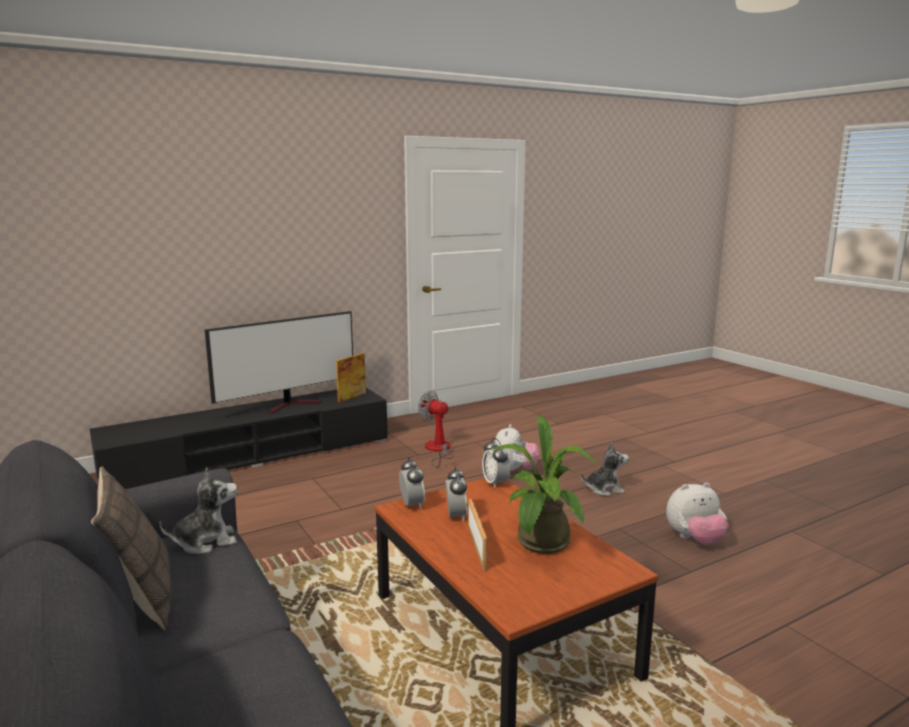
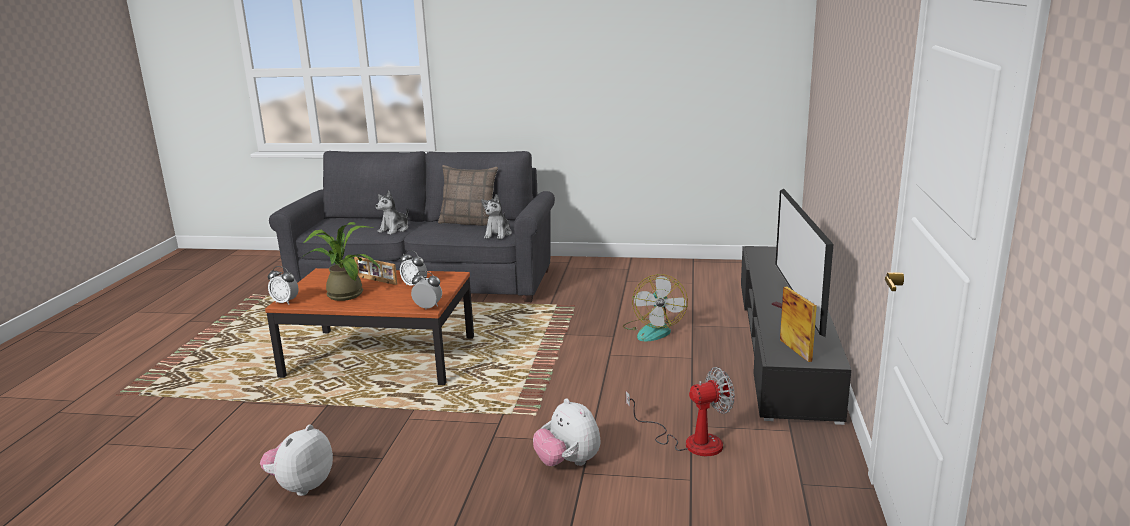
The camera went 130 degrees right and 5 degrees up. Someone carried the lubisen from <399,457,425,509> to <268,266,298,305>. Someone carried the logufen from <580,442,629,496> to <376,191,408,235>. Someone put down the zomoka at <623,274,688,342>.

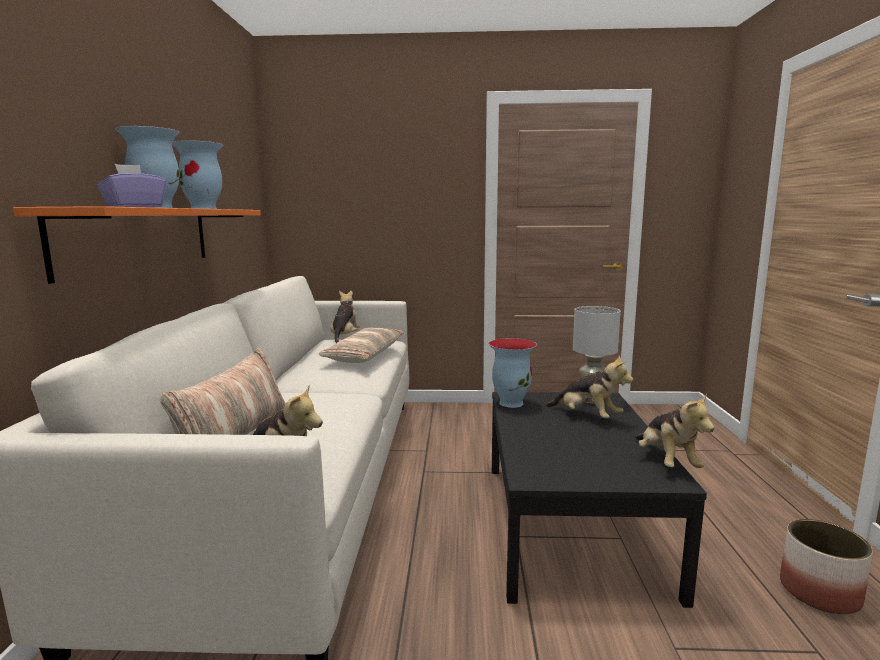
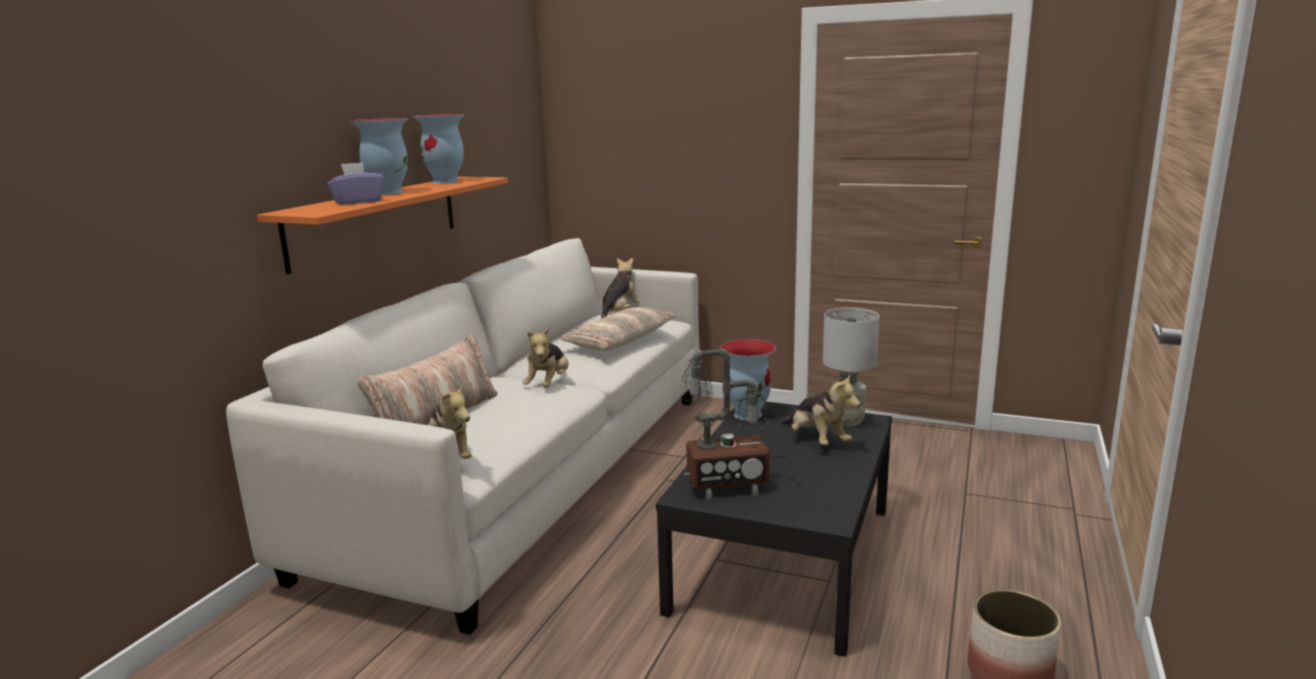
The camera went 20 degrees right and 5 degrees up. Someone carried the logufen from <635,394,714,468> to <522,327,569,388>. Someone put down the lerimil at <680,349,801,501>.

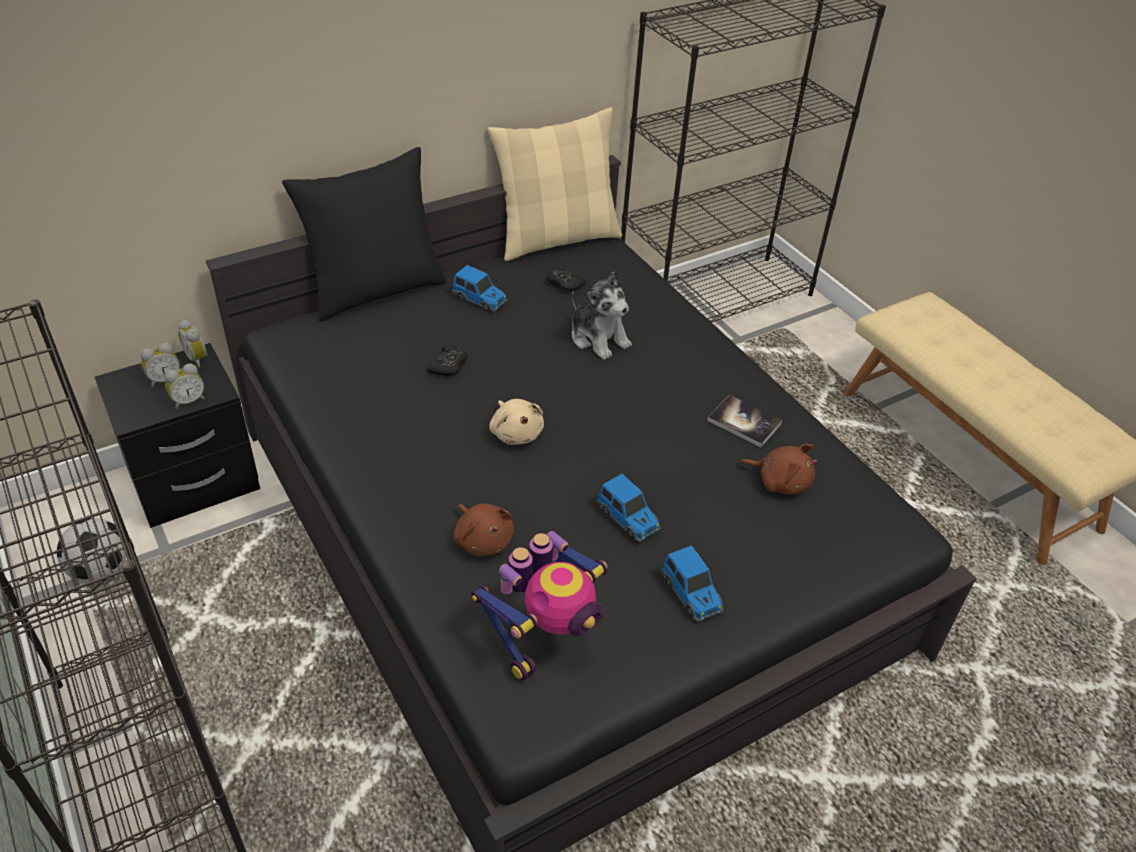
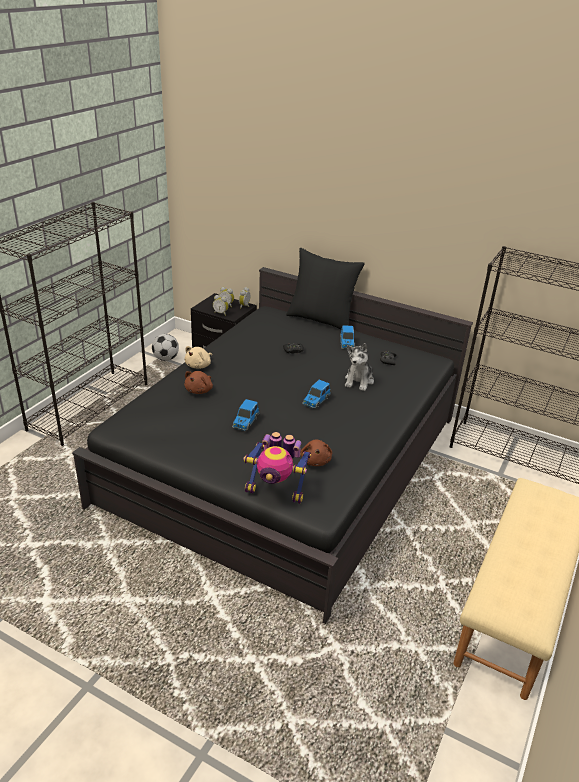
The camera went 60 degrees right and 10 degrees down. Someone carried the logufen (beige) from <489,399,544,445> to <185,346,212,369>. Someone carried the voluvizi from <471,531,607,681> to <243,432,311,503>. Someone carried the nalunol from <661,545,723,622> to <302,380,331,409>. Someone took away the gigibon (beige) at <487,107,622,261>. Someone took away the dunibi at <707,395,782,448>.

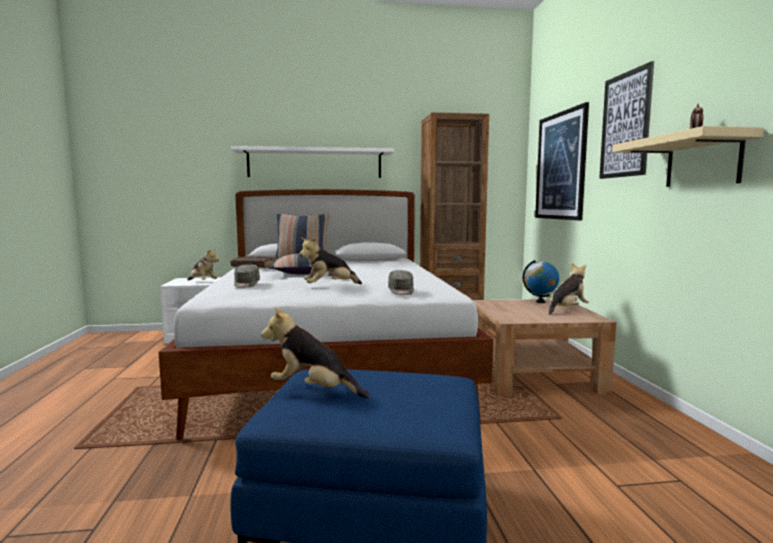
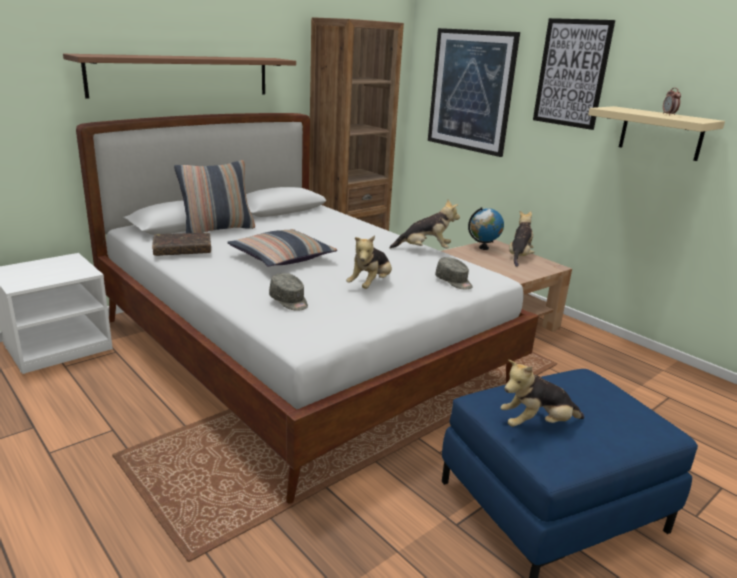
The camera went 35 degrees left and 15 degrees up. Someone repainted the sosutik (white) at <231,146,395,178>, which became the sosutik (brown) at <63,54,296,99>. Someone carried the logufen from <187,249,219,280> to <389,199,460,248>.

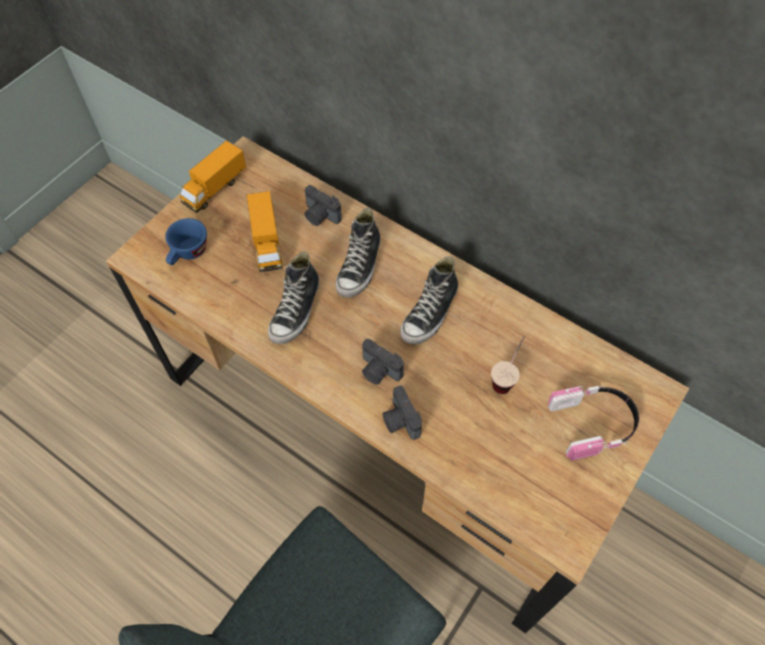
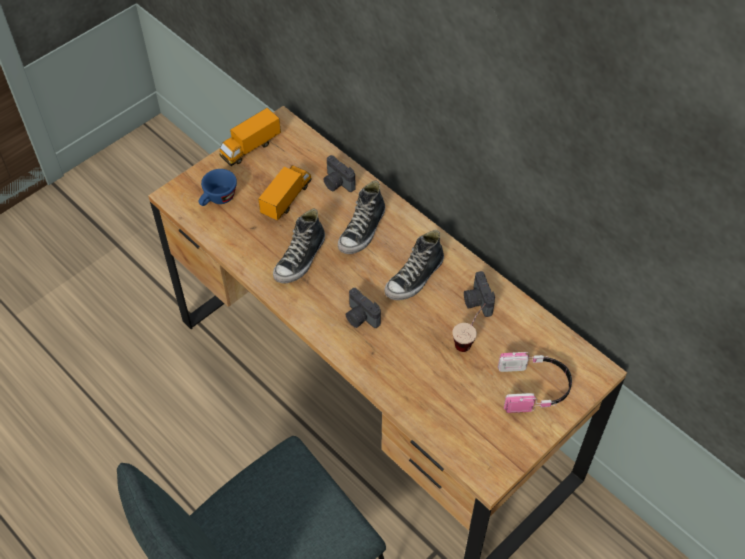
The camera went 10 degrees right and 5 degrees down. Someone rotated the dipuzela at <246,191,283,272> by 150 degrees counterclockwise. Someone carried the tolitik from <382,385,422,440> to <464,271,495,317>.

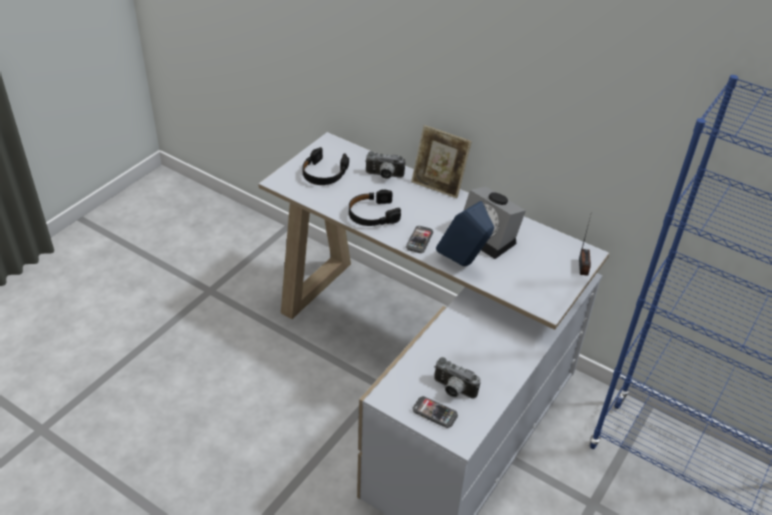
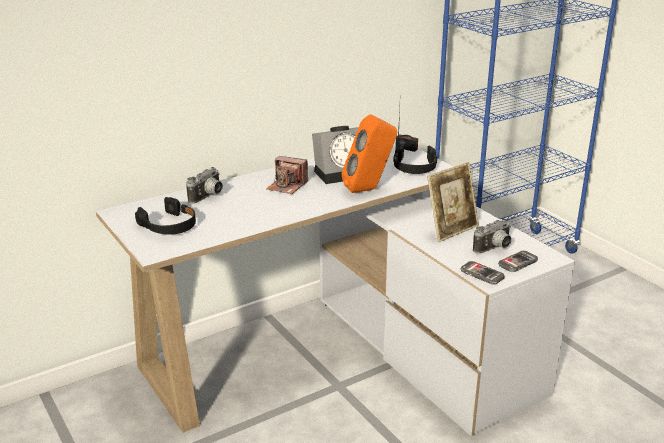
The camera went 65 degrees left and 15 degrees down. Someone put down the tolitik at <266,156,308,194>. Someone repainted the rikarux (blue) at <436,201,494,266>, which became the rikarux (orange) at <342,114,397,193>. Someone carried the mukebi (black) from <349,189,401,226> to <393,144,437,174>. Someone carried the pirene from <411,125,472,198> to <427,162,479,242>. Someone carried the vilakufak from <406,226,433,253> to <461,261,505,284>.

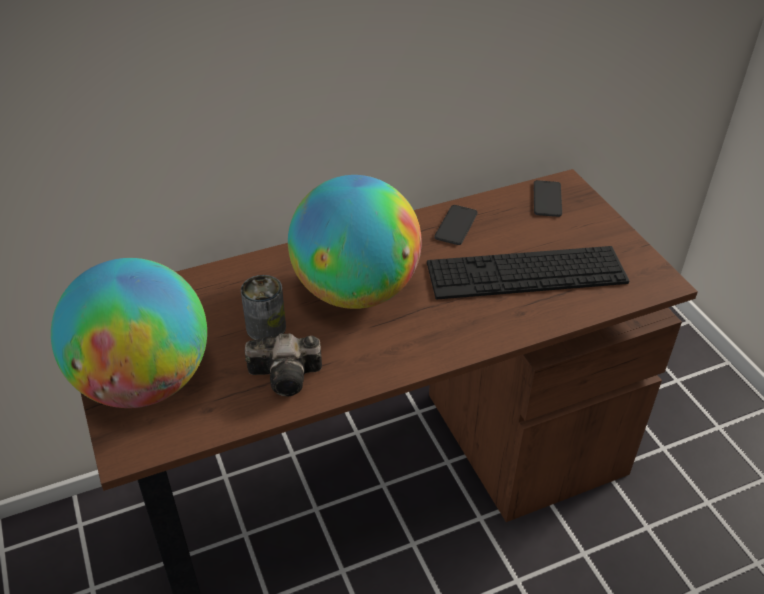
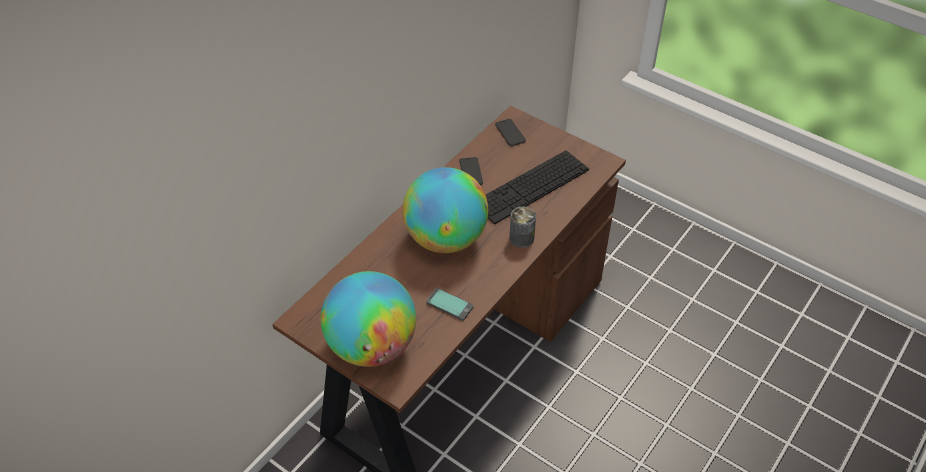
The camera went 30 degrees left and 5 degrees up. Someone swapped the tolitik at <245,333,322,396> for the vilakufak at <426,288,473,321>. Someone carried the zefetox from <241,275,286,340> to <509,207,536,248>.

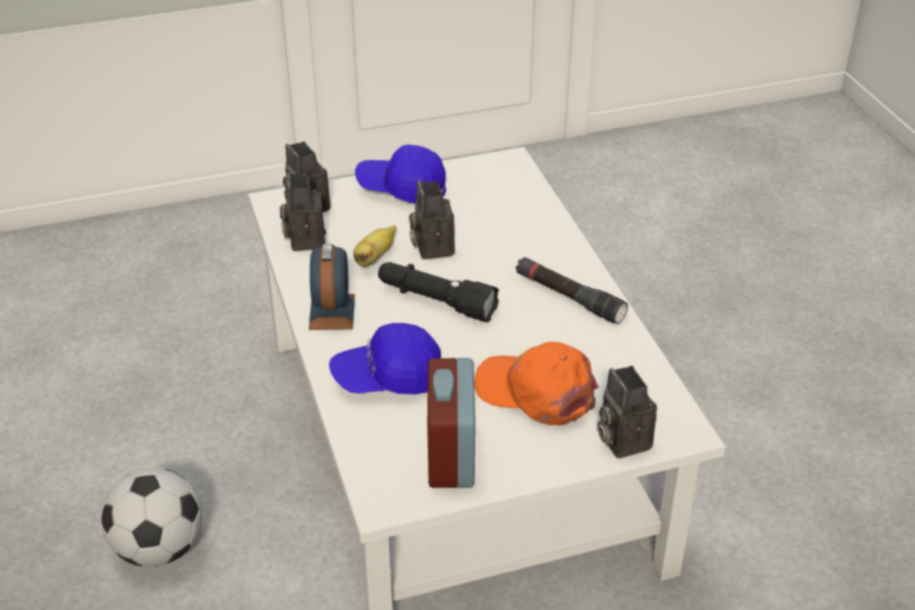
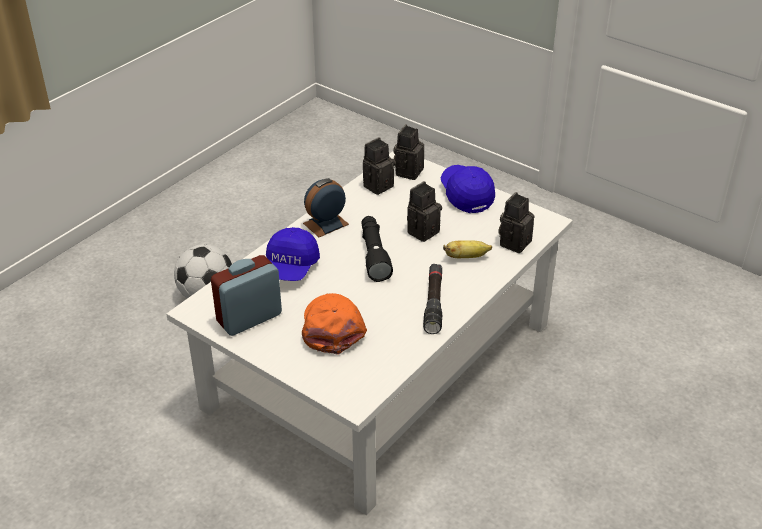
The camera went 55 degrees right and 0 degrees up. Someone rotated the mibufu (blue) at <329,323,441,394> by 120 degrees counterclockwise. Someone carried the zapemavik from <353,225,396,267> to <443,240,492,258>. Someone carried the tolitik from <597,366,657,458> to <498,192,534,253>.

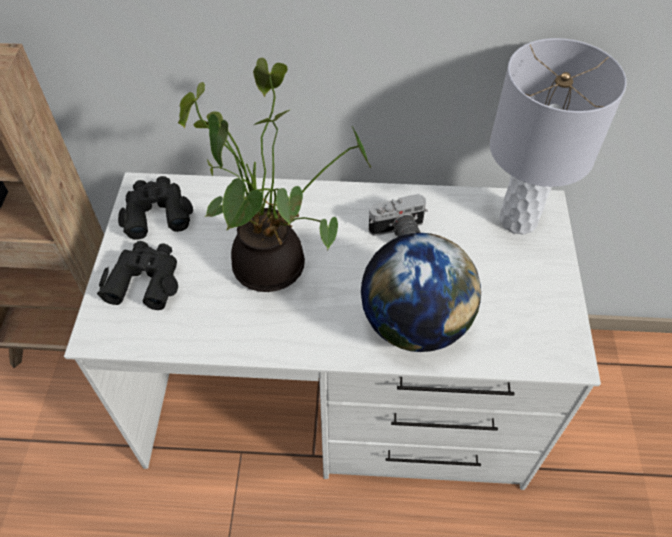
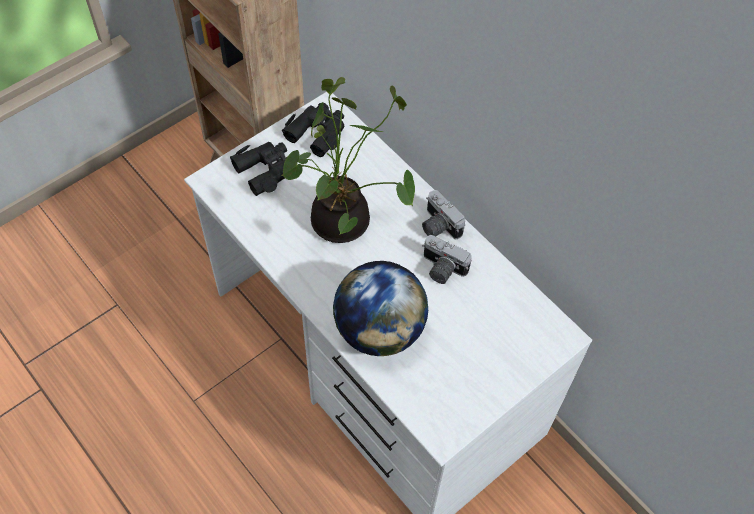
The camera went 45 degrees right and 5 degrees up. Someone put down the tolitik at <422,190,465,239>. Someone took away the lerimil (grey) at <490,38,627,235>.

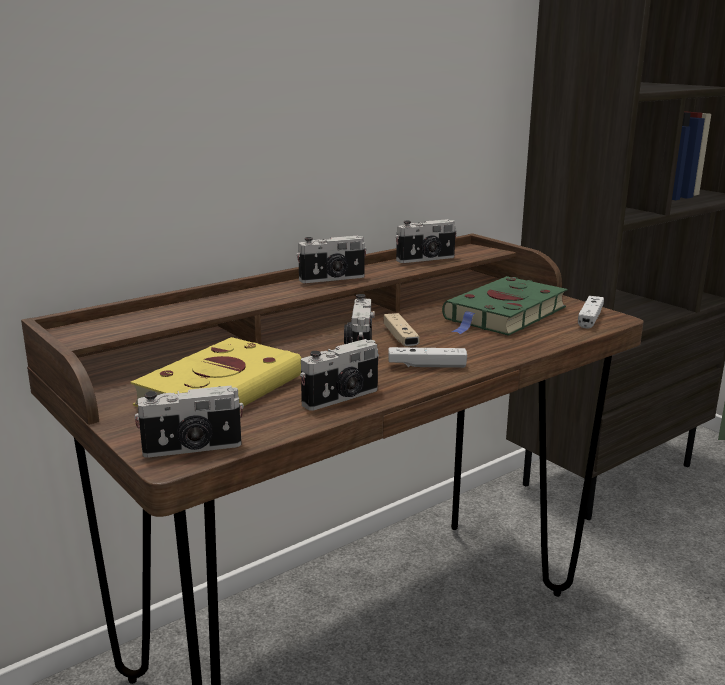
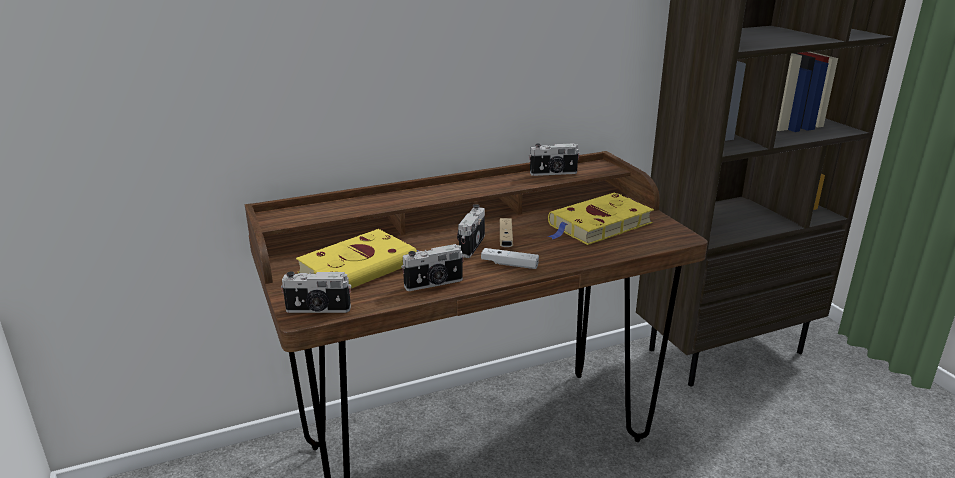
The camera went 15 degrees right and 5 degrees up. Someone repainted the dunibi (green) at <442,276,568,336>, which became the dunibi (yellow) at <547,192,654,245>. Someone took away the tolitik at <296,236,367,283>. Someone took away the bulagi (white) at <578,296,604,329>.

